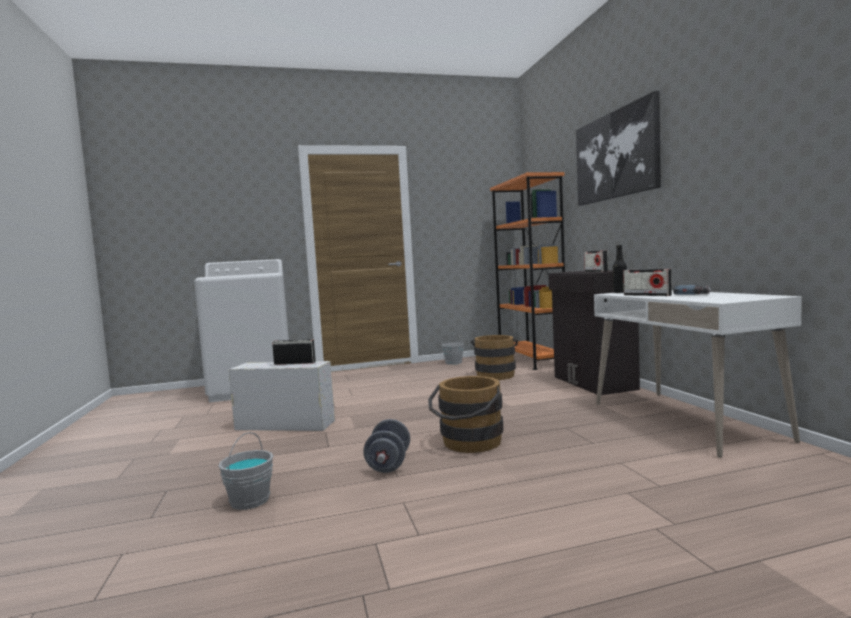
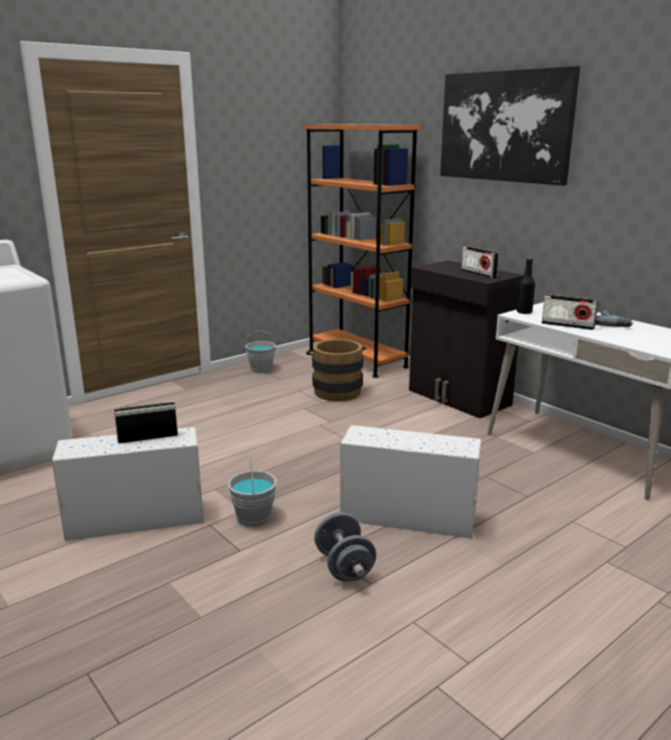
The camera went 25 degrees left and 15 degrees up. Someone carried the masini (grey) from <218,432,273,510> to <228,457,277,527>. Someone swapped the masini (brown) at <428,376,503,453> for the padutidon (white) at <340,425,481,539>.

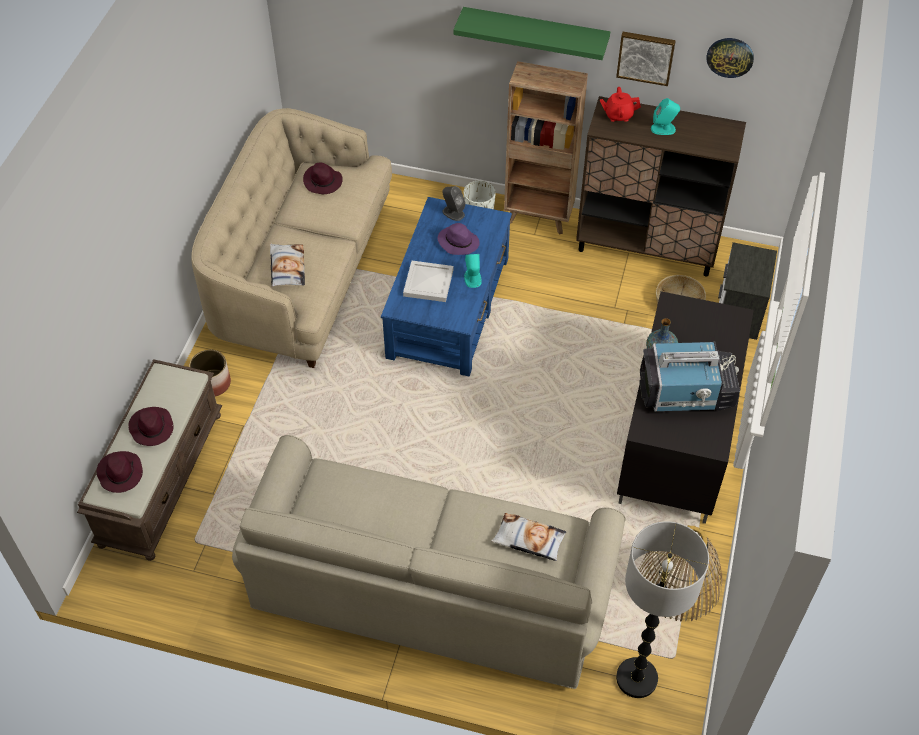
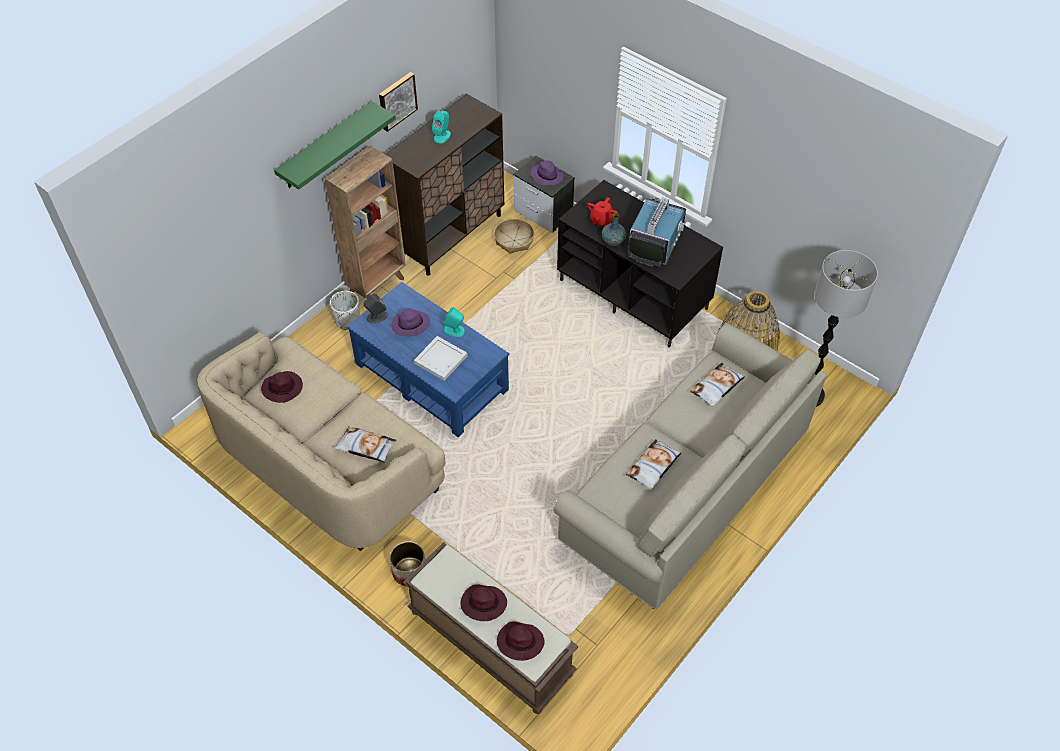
The camera went 65 degrees left and 0 degrees up. Someone put down the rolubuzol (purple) at <531,160,563,185>. Someone carried the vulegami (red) from <600,87,641,122> to <587,197,618,227>. Someone put down the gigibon at <626,439,682,490>. Someone took away the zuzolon at <706,38,754,78>.

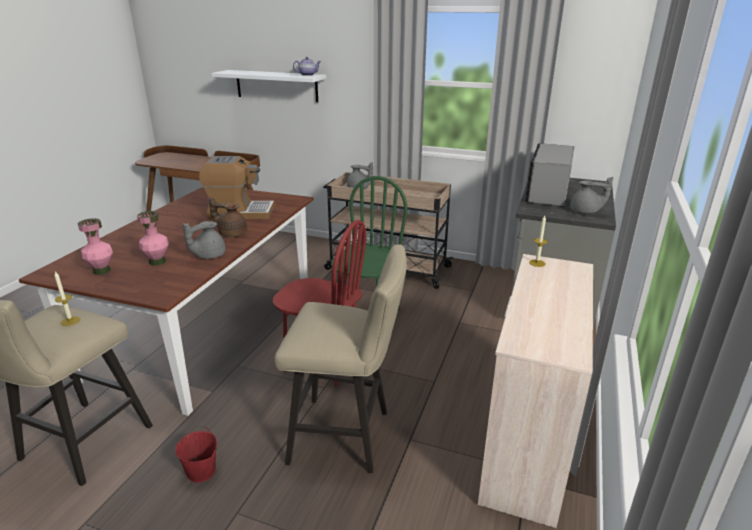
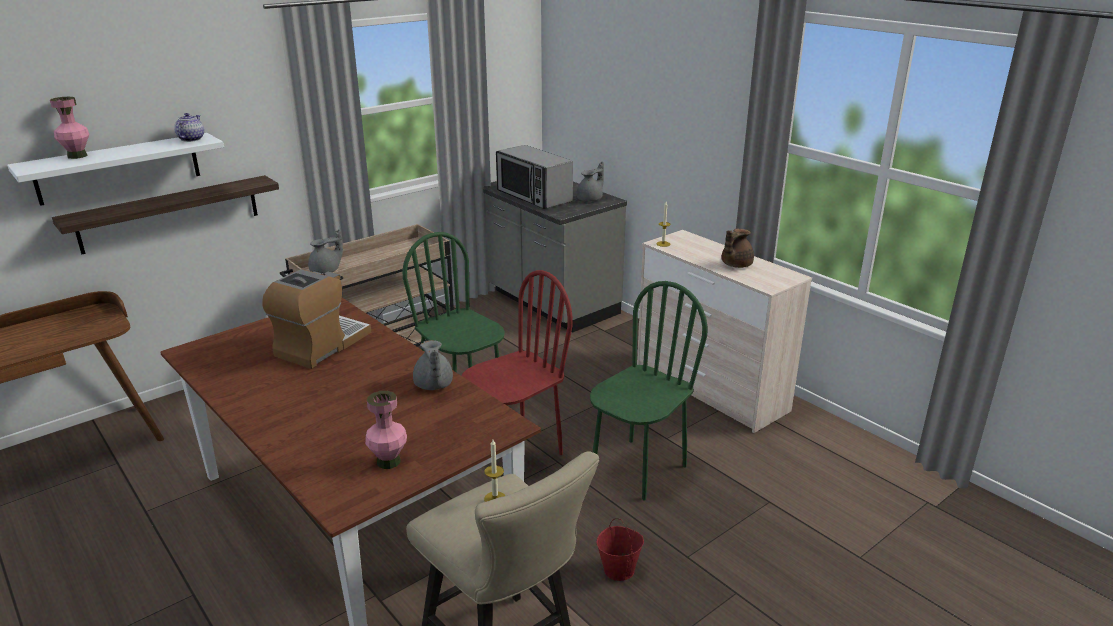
The camera went 60 degrees left and 0 degrees up. Someone carried the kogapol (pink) from <137,211,169,266> to <50,97,90,159>. Someone put up the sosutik at <52,175,279,254>. Someone swapped the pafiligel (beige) at <274,244,407,473> for the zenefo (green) at <590,281,708,500>. Someone carried the vulegami (brown) from <209,197,247,237> to <721,229,754,268>.

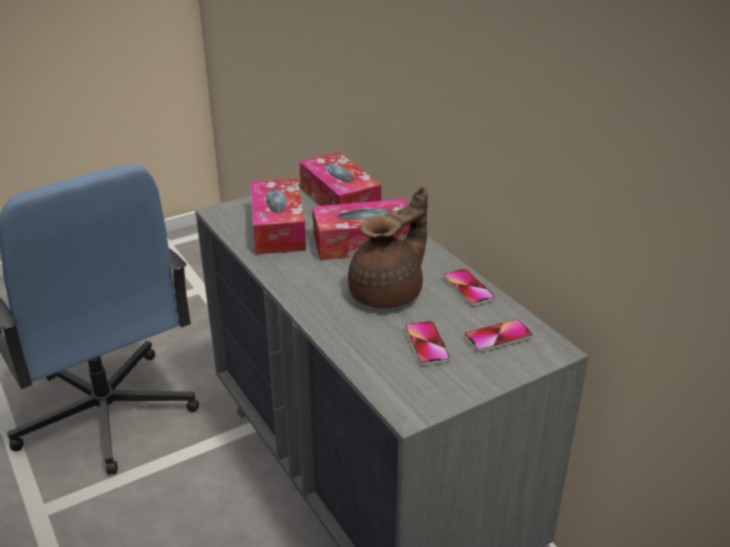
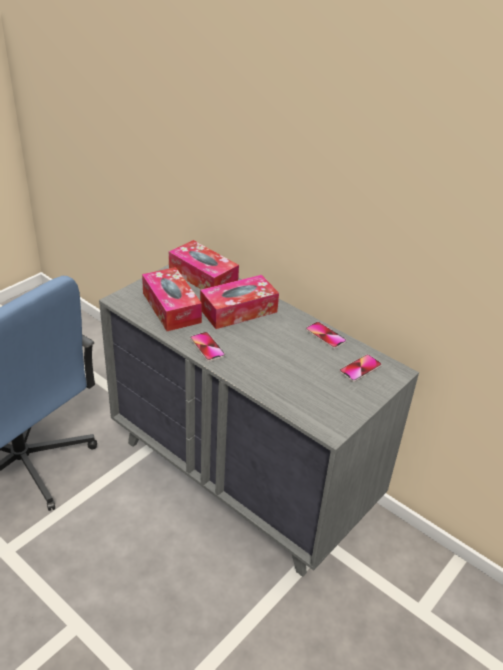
The camera went 20 degrees left and 5 degrees up. Someone carried the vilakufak from <405,321,451,366> to <190,332,225,362>. Someone took away the vulegami (brown) at <348,186,428,308>.

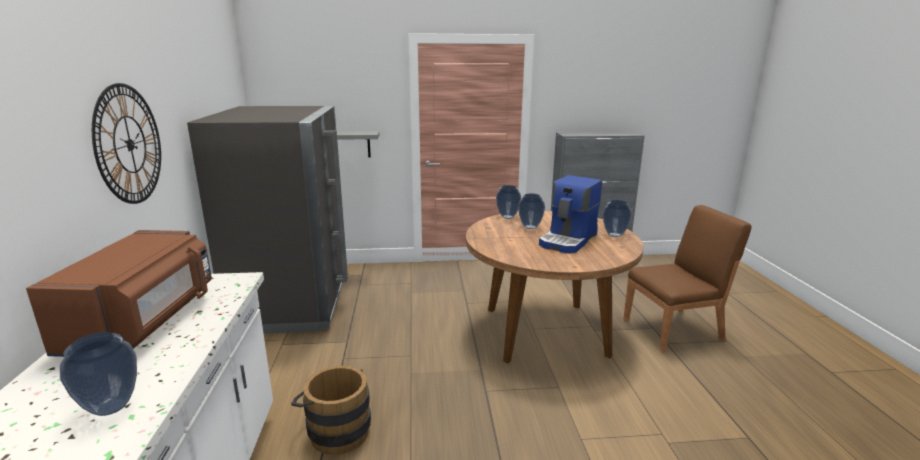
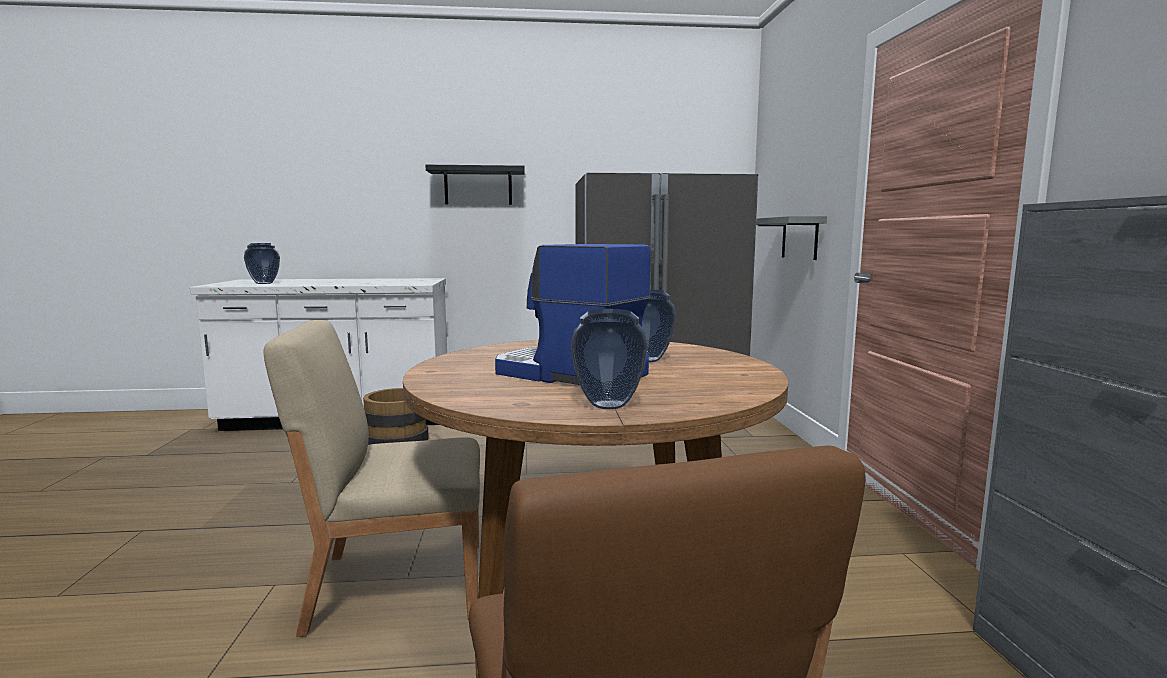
The camera went 90 degrees right and 10 degrees down. Someone put down the zenefo (beige) at <264,320,480,637>. Someone swapped the zuzolon at <92,83,161,204> for the sosutik (black) at <426,165,525,205>. Someone took away the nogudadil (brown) at <26,230,212,357>. Someone took away the kogapol at <496,185,521,219>.

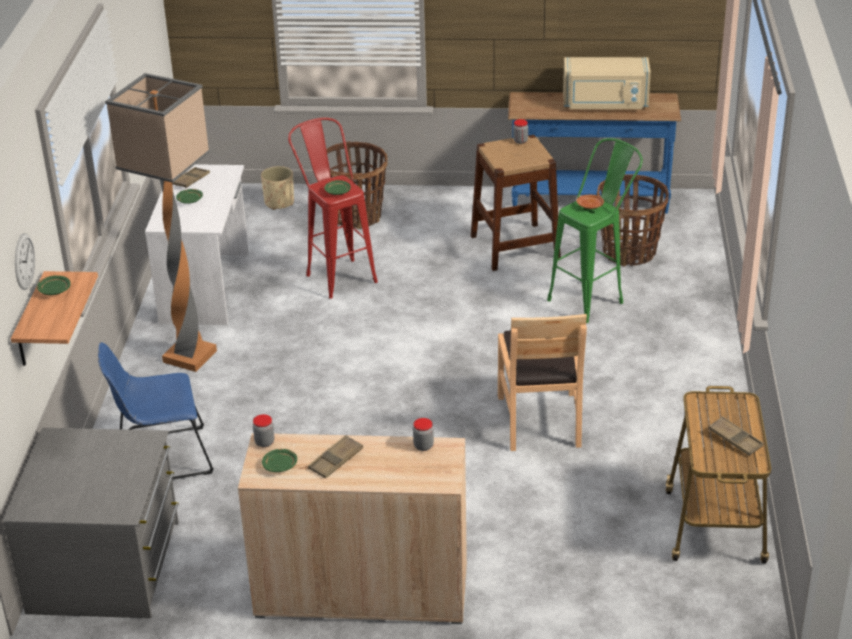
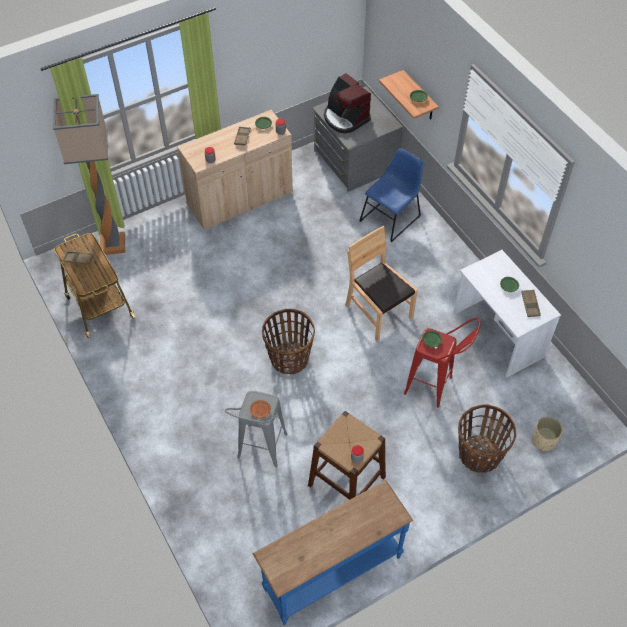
The camera went 145 degrees right and 20 degrees up. Someone carried the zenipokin from <105,73,217,372> to <53,94,125,255>. Someone repainted the pafiligel (green) at <547,138,643,323>, which became the pafiligel (grey) at <225,390,288,468>. Someone carried the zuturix from <597,175,669,266> to <262,309,315,374>. Someone put down the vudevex at <324,73,371,133>. Someone carried the zenefo (brown) from <498,314,587,451> to <346,226,418,341>. Someone took away the zuzolon at <15,233,35,290>. Someone took away the nogudadil (beige) at <563,57,651,109>.

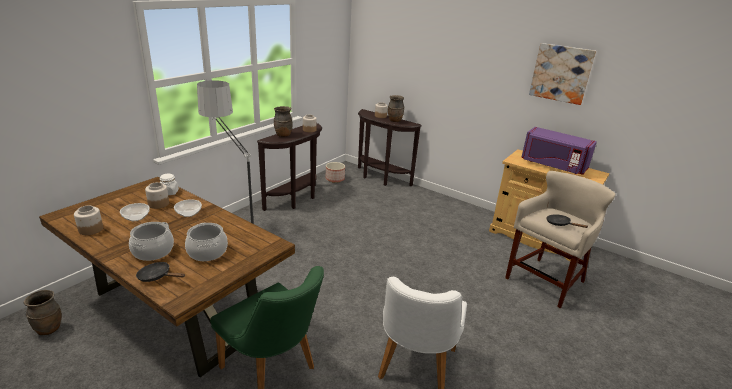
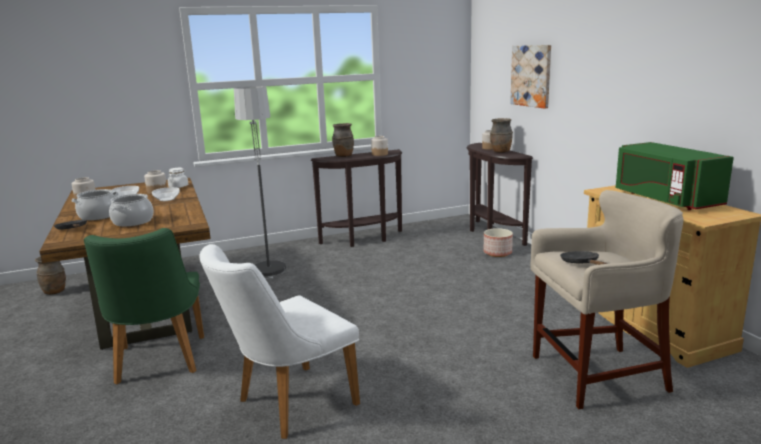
The camera went 35 degrees right and 10 degrees down. Someone carried the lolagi from <326,162,345,183> to <484,228,513,257>. Someone carried the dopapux from <529,43,596,105> to <510,45,551,109>. Someone repainted the nogudadil (purple) at <521,127,597,175>, which became the nogudadil (green) at <616,142,734,210>.

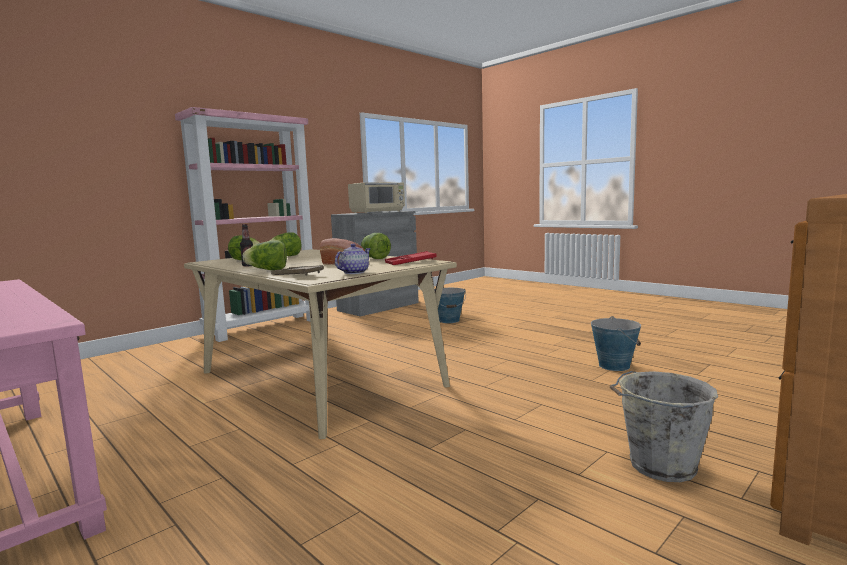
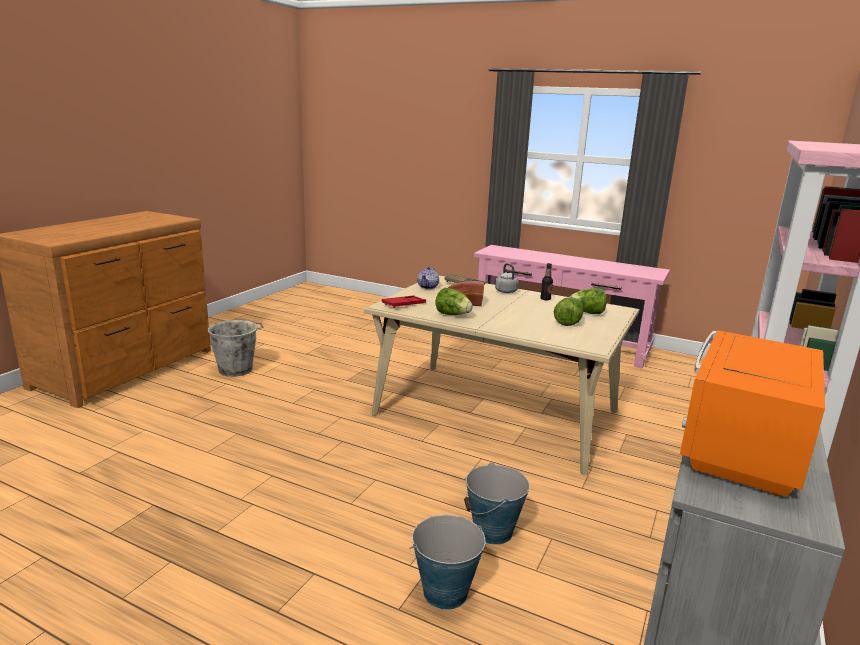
The camera went 160 degrees right and 10 degrees up. Someone carried the masini from <591,316,641,371> to <464,462,530,545>. Someone swapped the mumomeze at <243,240,287,270> for the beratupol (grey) at <495,263,519,293>. Someone repainted the nogudadil (beige) at <348,182,405,213>, which became the nogudadil (orange) at <680,330,825,497>.

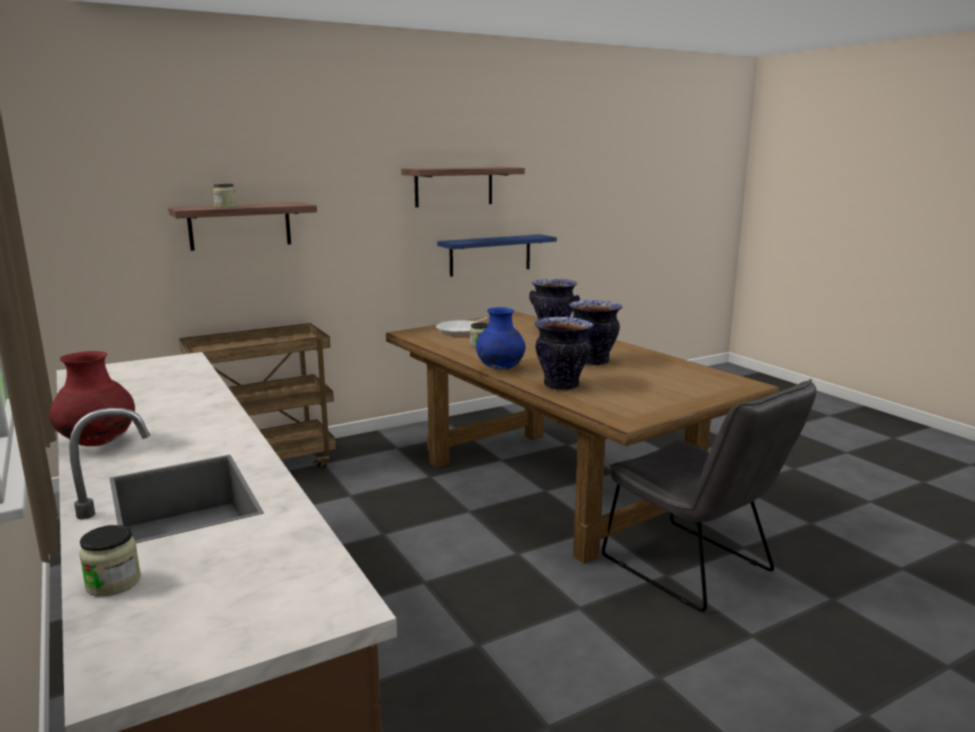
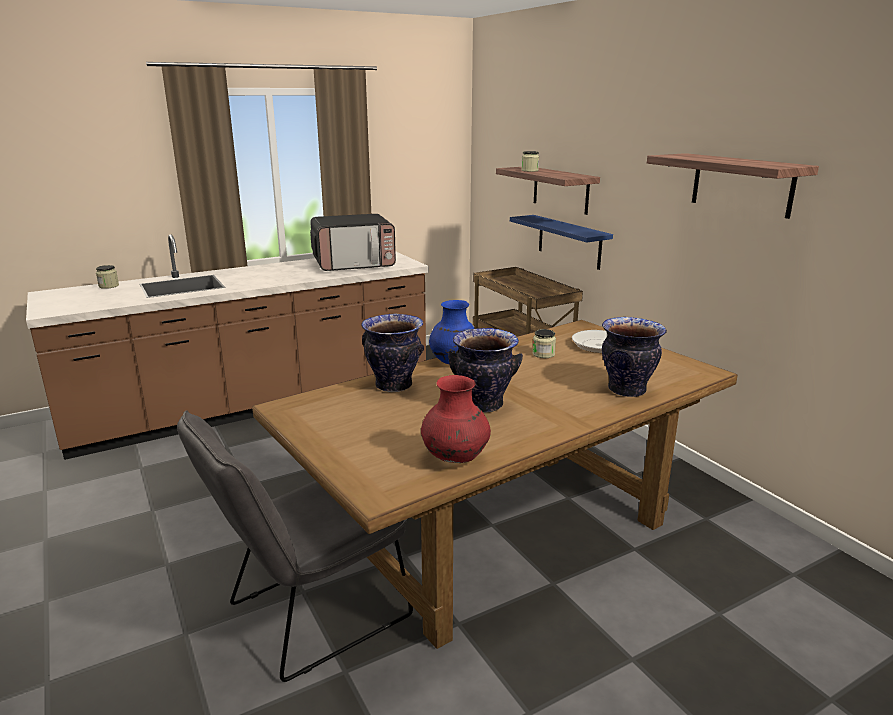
The camera went 90 degrees right and 5 degrees up. Someone put down the nogudadil at <310,214,396,271>. Someone carried the kogapol (red) from <49,351,135,446> to <421,375,491,463>. Someone carried the sosutik (blue) from <437,234,557,277> to <510,215,613,270>.

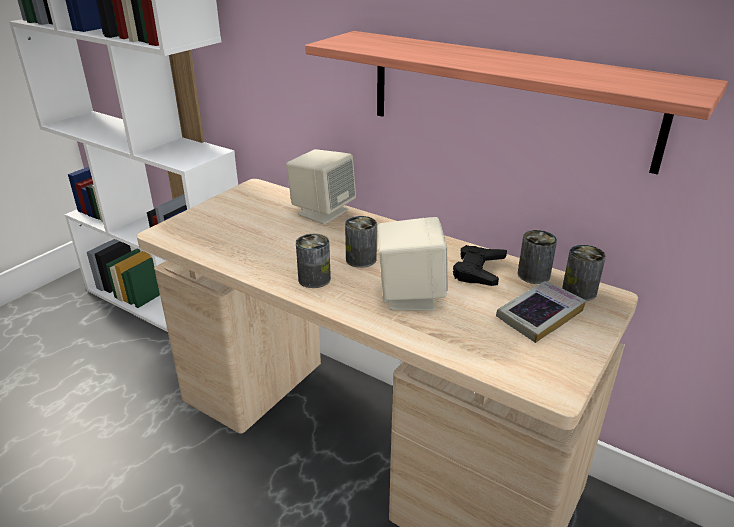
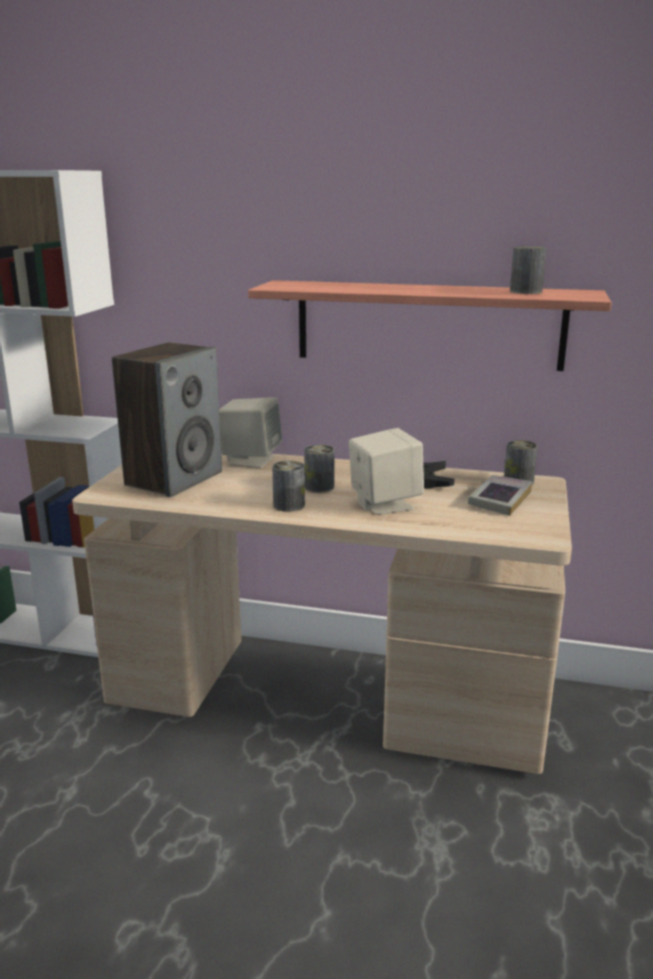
The camera went 20 degrees left and 10 degrees down. Someone put down the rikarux at <112,342,222,497>. Someone carried the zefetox from <517,230,557,284> to <510,246,547,294>.

